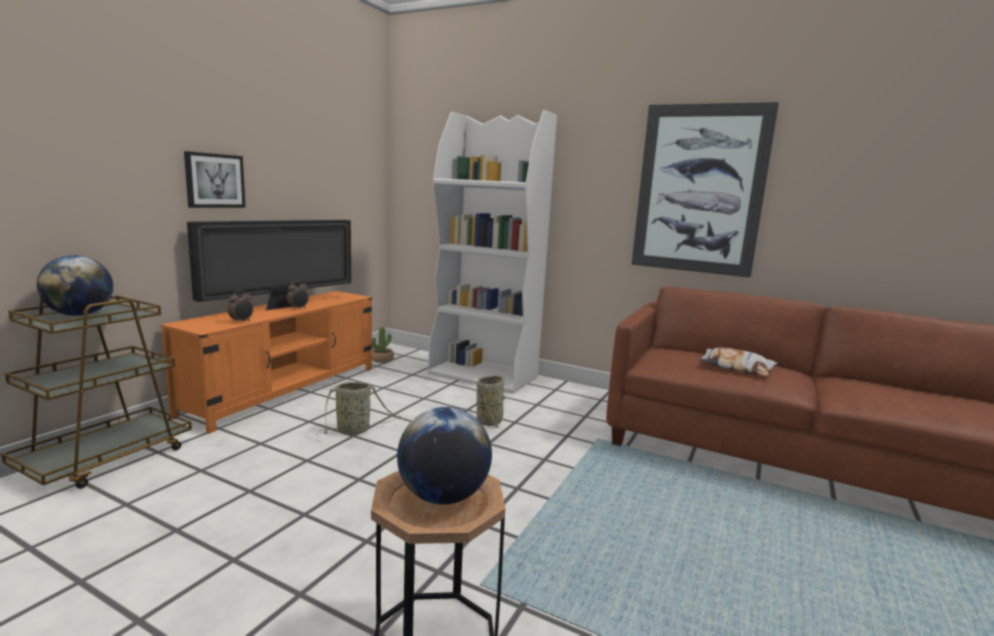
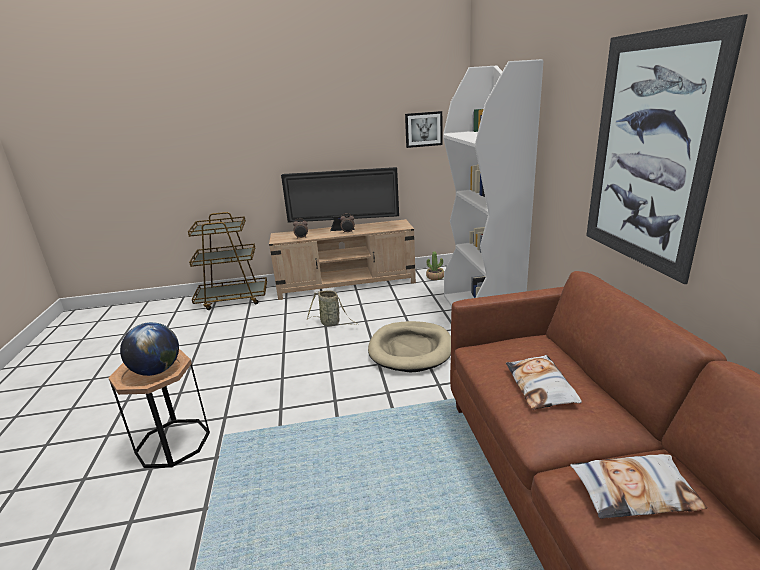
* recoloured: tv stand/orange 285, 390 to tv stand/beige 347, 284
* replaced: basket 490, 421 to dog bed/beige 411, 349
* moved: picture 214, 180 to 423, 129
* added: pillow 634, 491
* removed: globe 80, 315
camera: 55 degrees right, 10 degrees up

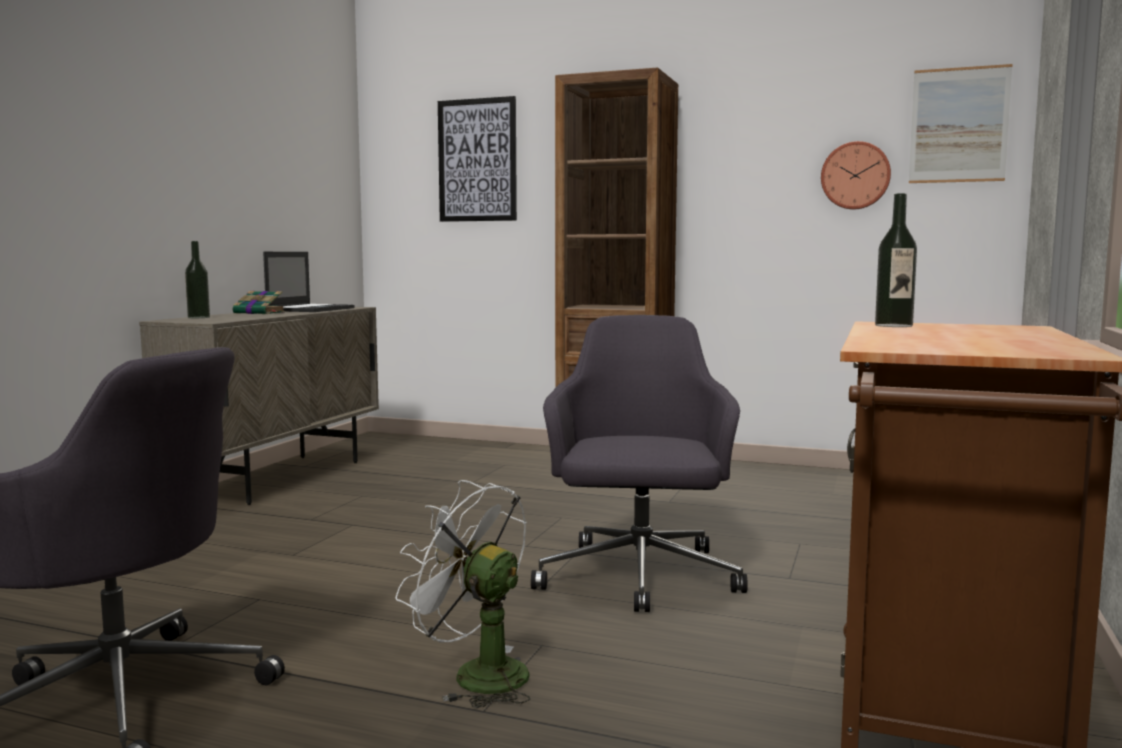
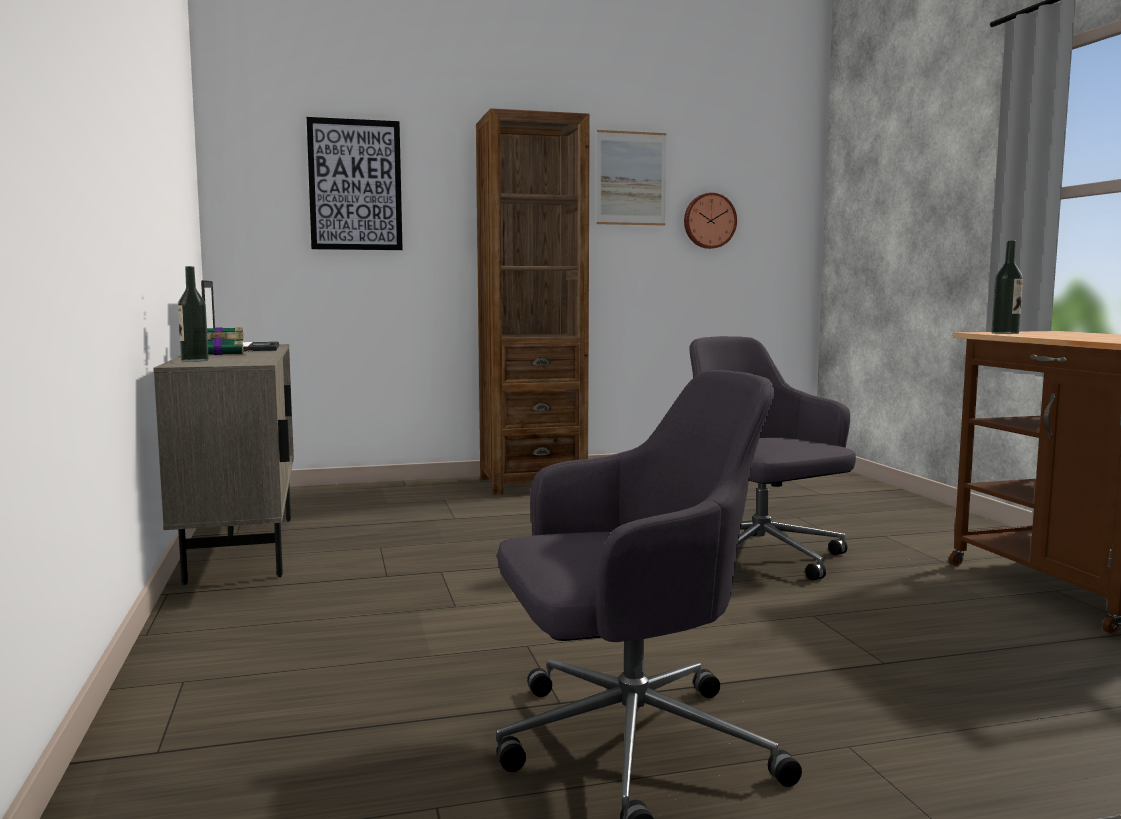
* moved: picture 959, 125 to 631, 178
* removed: fan/white 476, 674
camera: 35 degrees left, 0 degrees up

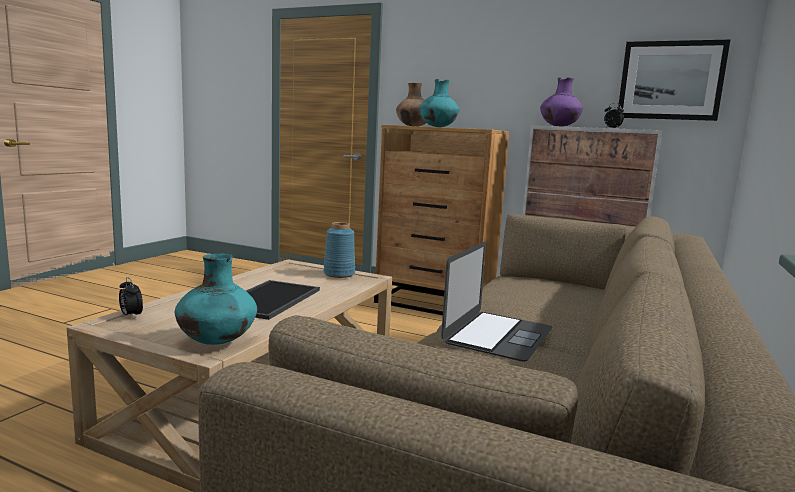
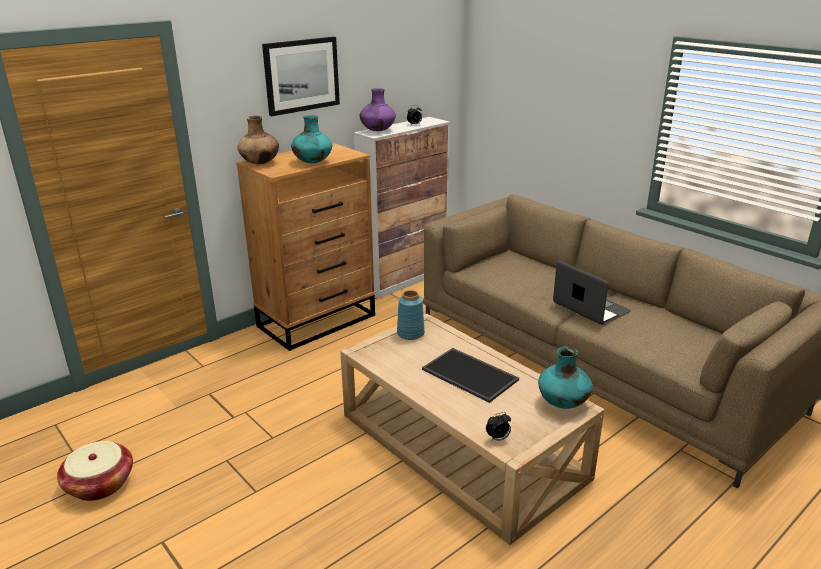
* added: basket 100, 484
* moved: picture 670, 80 to 301, 75
camera: 65 degrees left, 15 degrees up

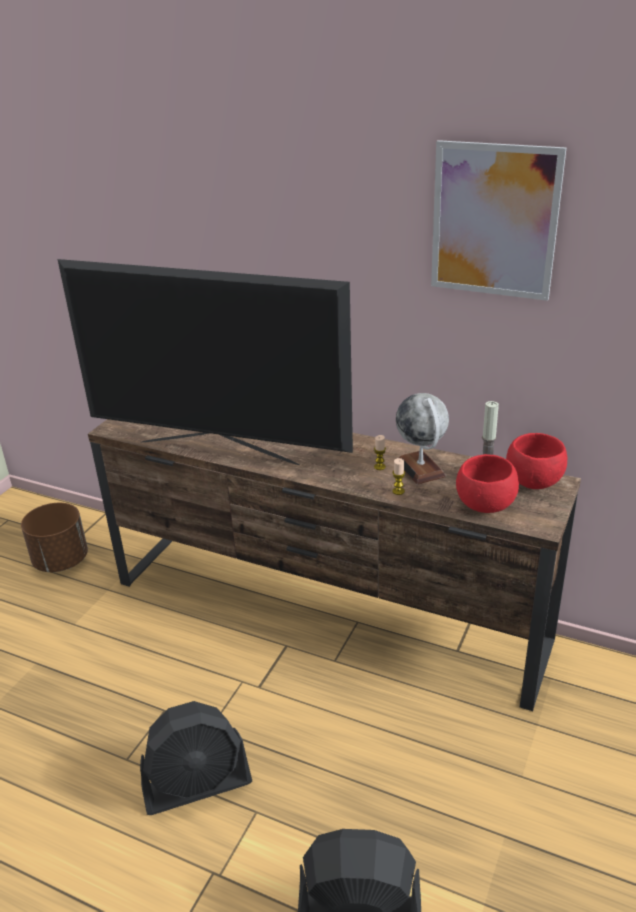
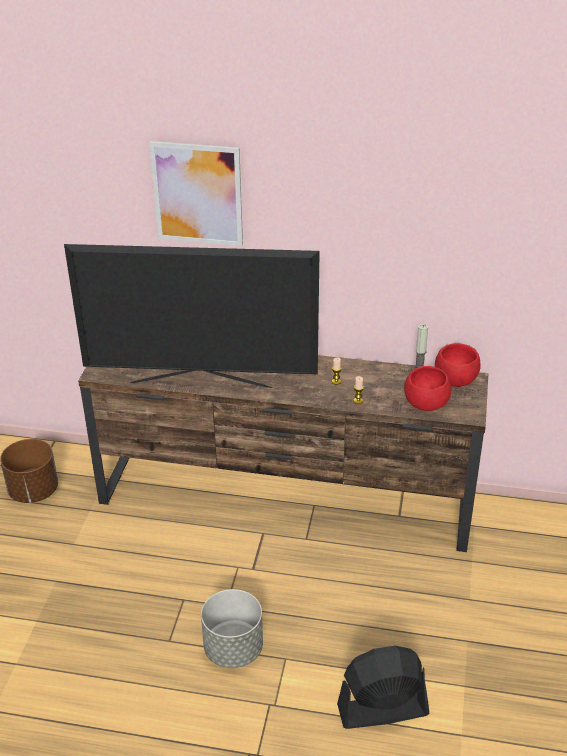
* moved: picture 494, 221 to 197, 194
* replaced: fan/black 197, 785 to planter/grey 233, 649
* removed: globe 420, 468
camera: 15 degrees left, 5 degrees up

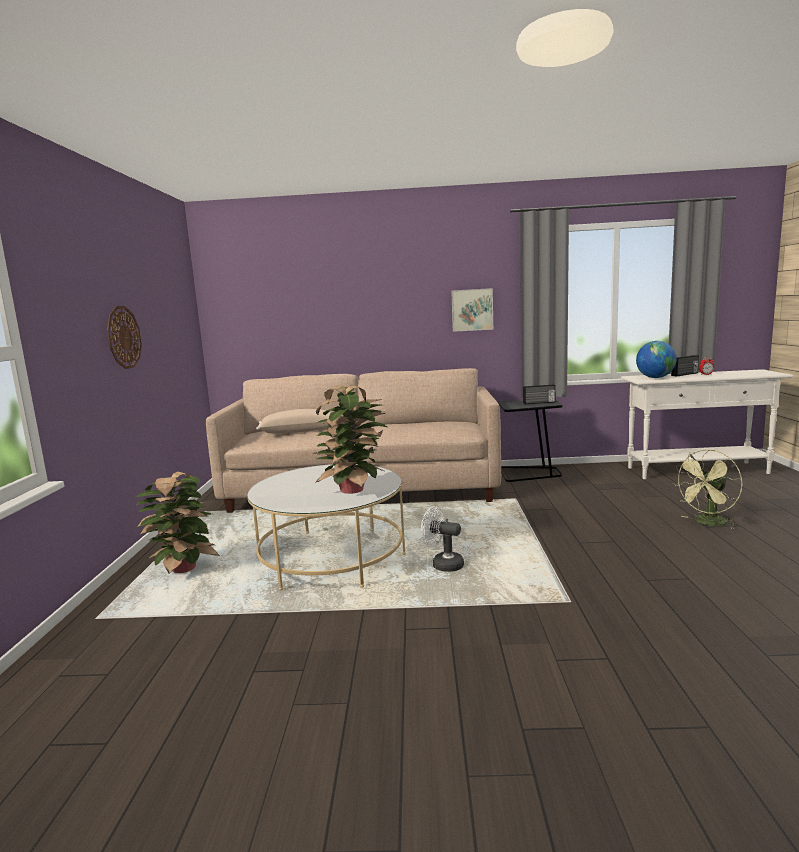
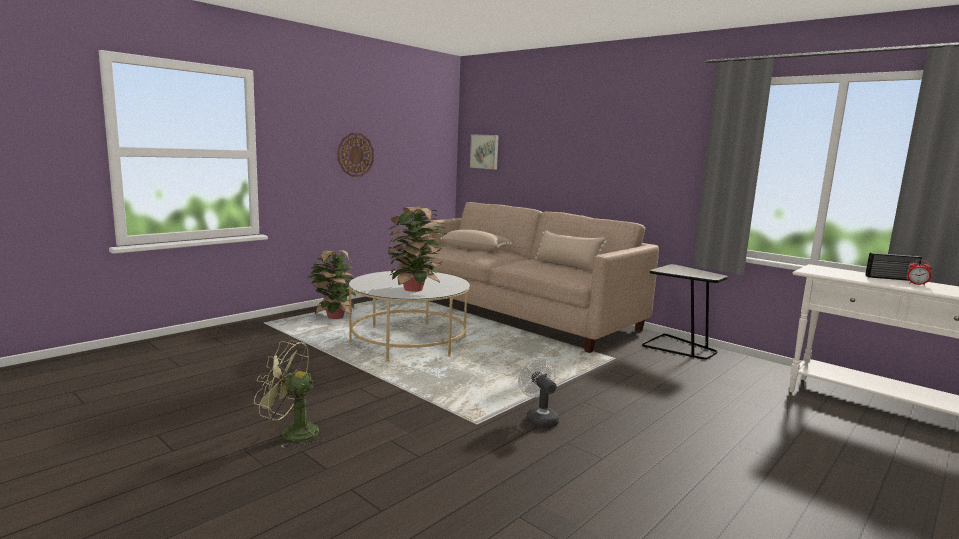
* moved: fan/green 708, 523 to 291, 433
* moved: picture 472, 310 to 485, 151
* moved: fan/white 442, 565 to 539, 419
* added: pillow/beige 567, 265
* removed: radio 539, 403
* removed: globe 655, 378
camera: 40 degrees right, 0 degrees up

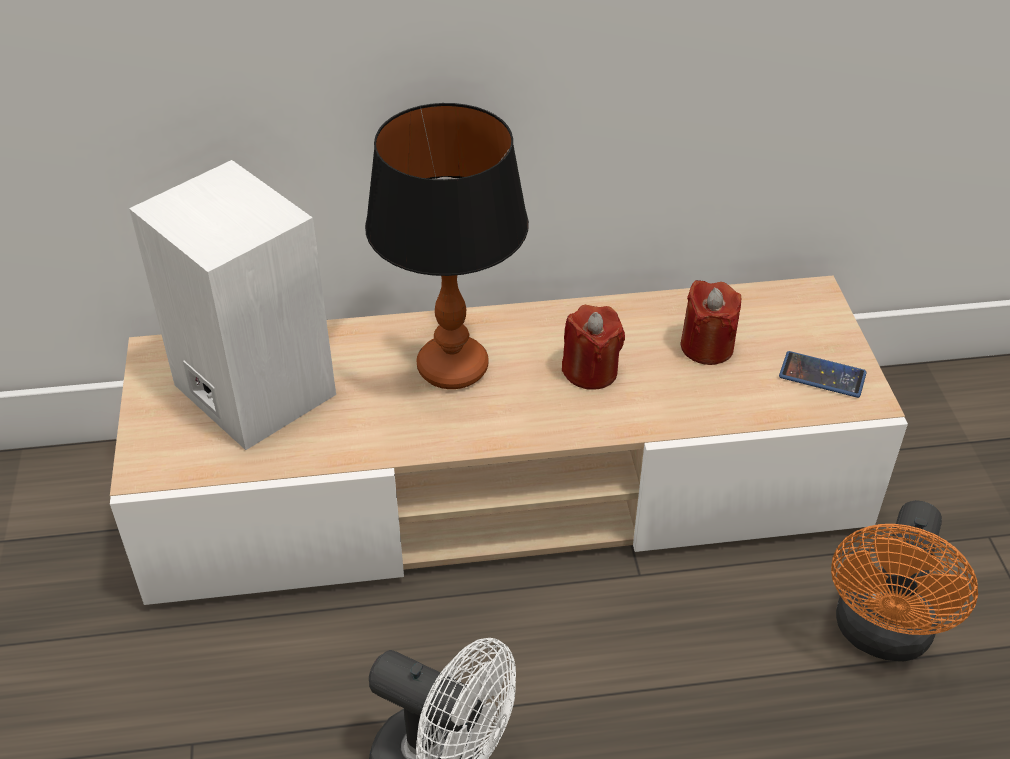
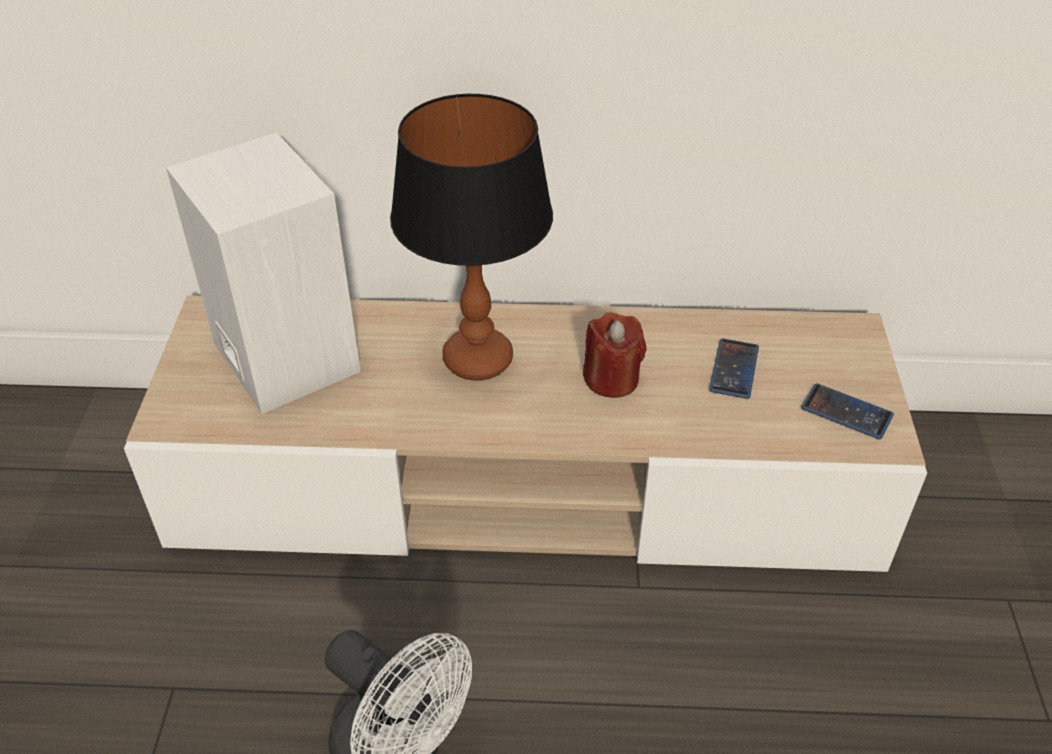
* replaced: candle/red 707, 347 to phone 734, 369
* removed: fan/orange 881, 635
camera: 10 degrees right, 0 degrees up

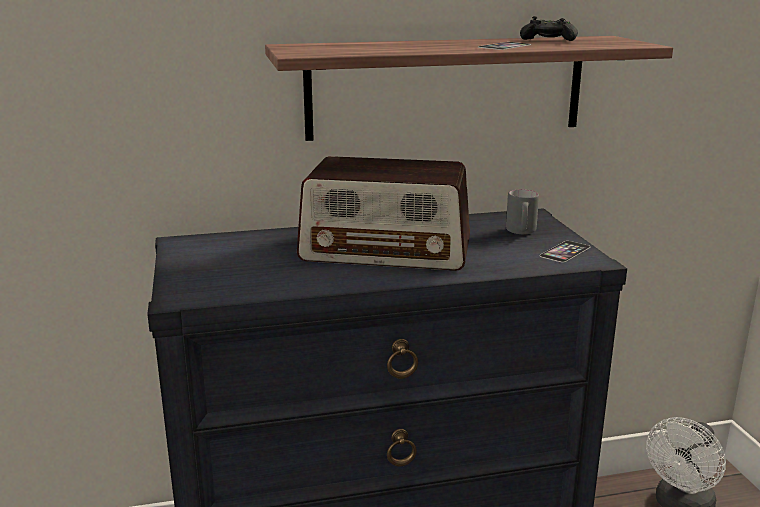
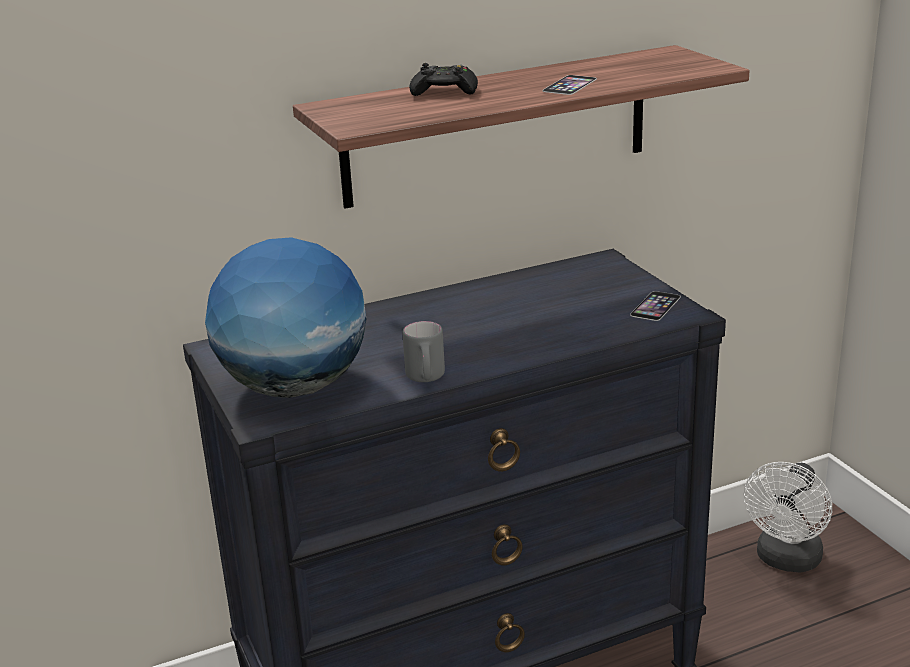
* added: globe 294, 387
* moved: mug/grey 521, 232 to 425, 378
* moved: game controller/black 548, 40 to 444, 91
* removed: radio 387, 250
camera: 10 degrees left, 5 degrees up

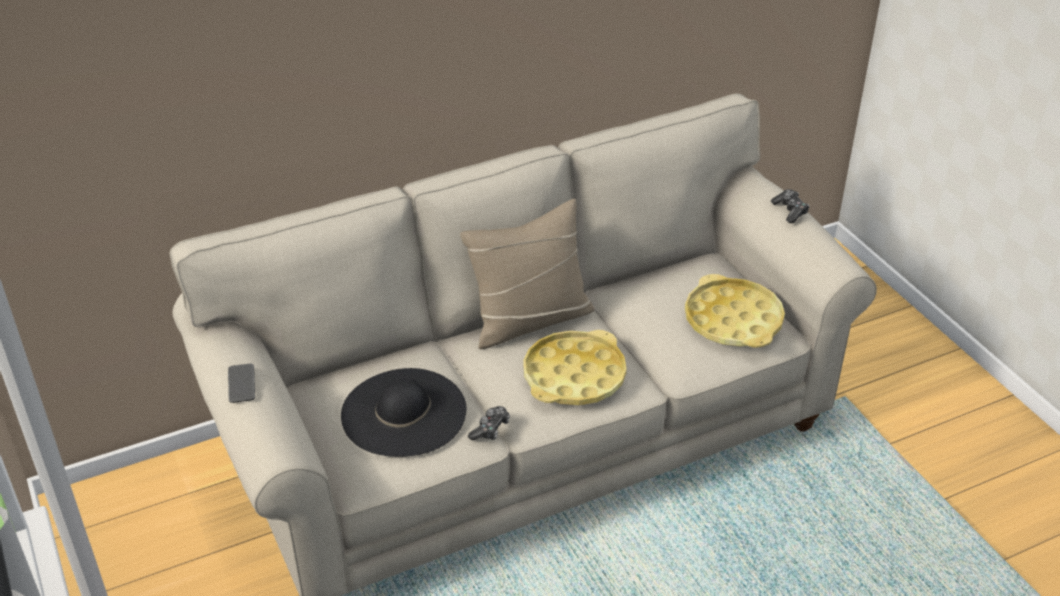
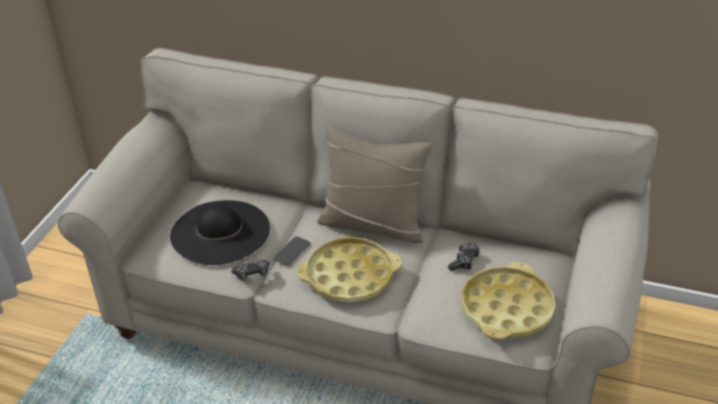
* moved: phone 241, 384 to 292, 251
* moved: game controller 790, 211 to 464, 261
camera: 45 degrees right, 0 degrees up

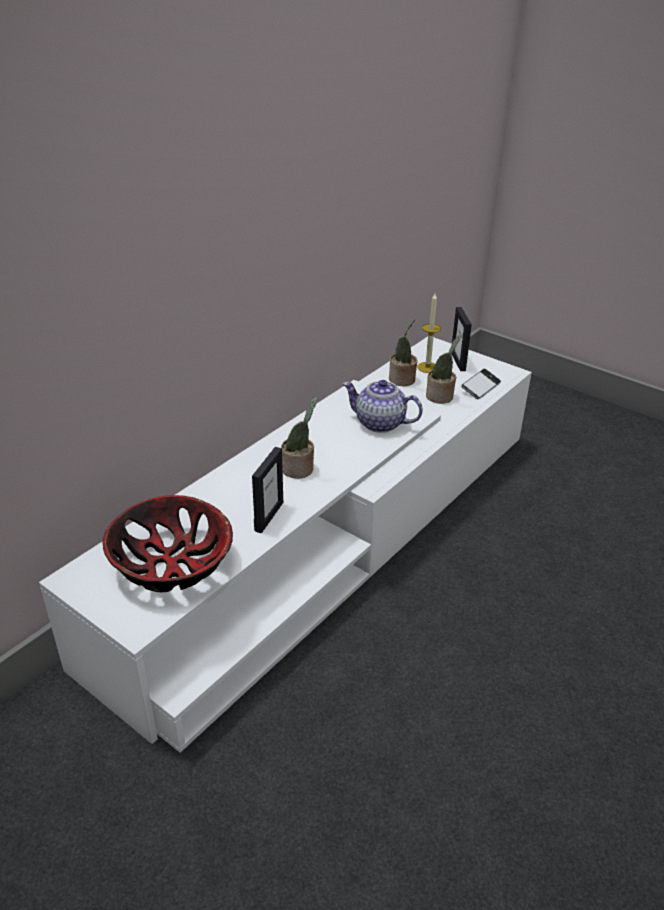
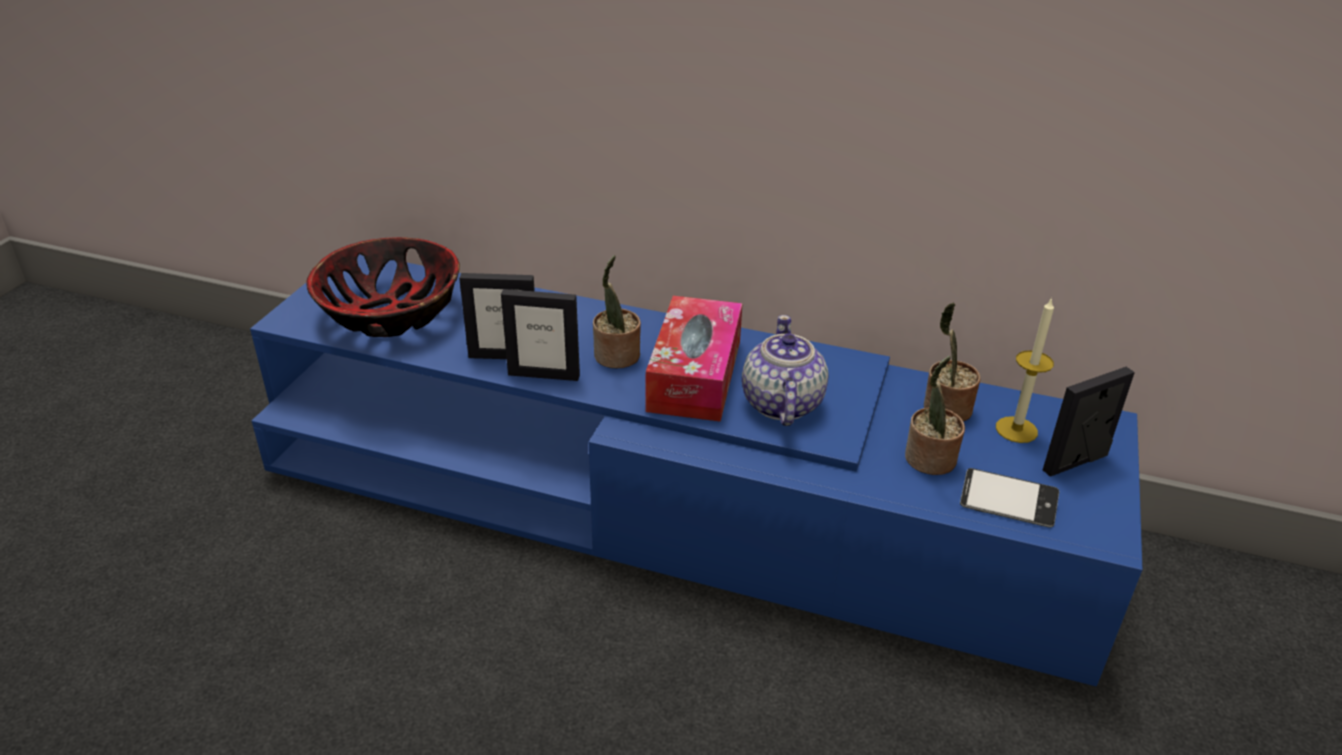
* recoloured: tv stand/white 330, 537 to tv stand/blue 668, 502
* added: picture frame 544, 375
* added: tissue box 694, 375
camera: 70 degrees right, 0 degrees up

